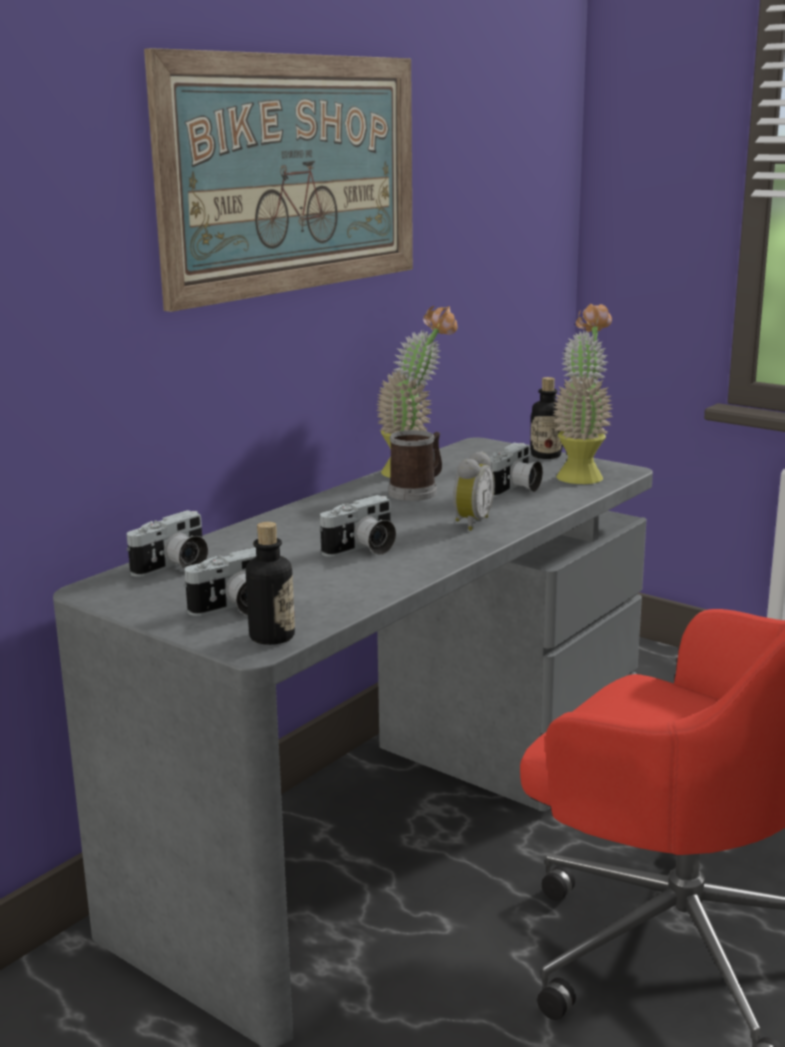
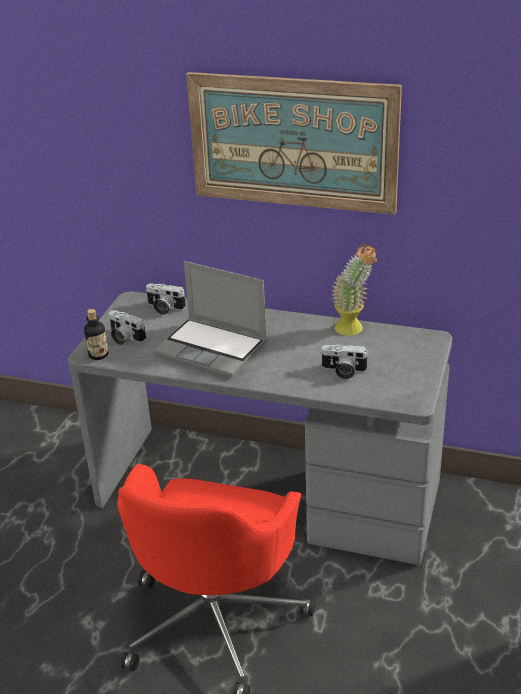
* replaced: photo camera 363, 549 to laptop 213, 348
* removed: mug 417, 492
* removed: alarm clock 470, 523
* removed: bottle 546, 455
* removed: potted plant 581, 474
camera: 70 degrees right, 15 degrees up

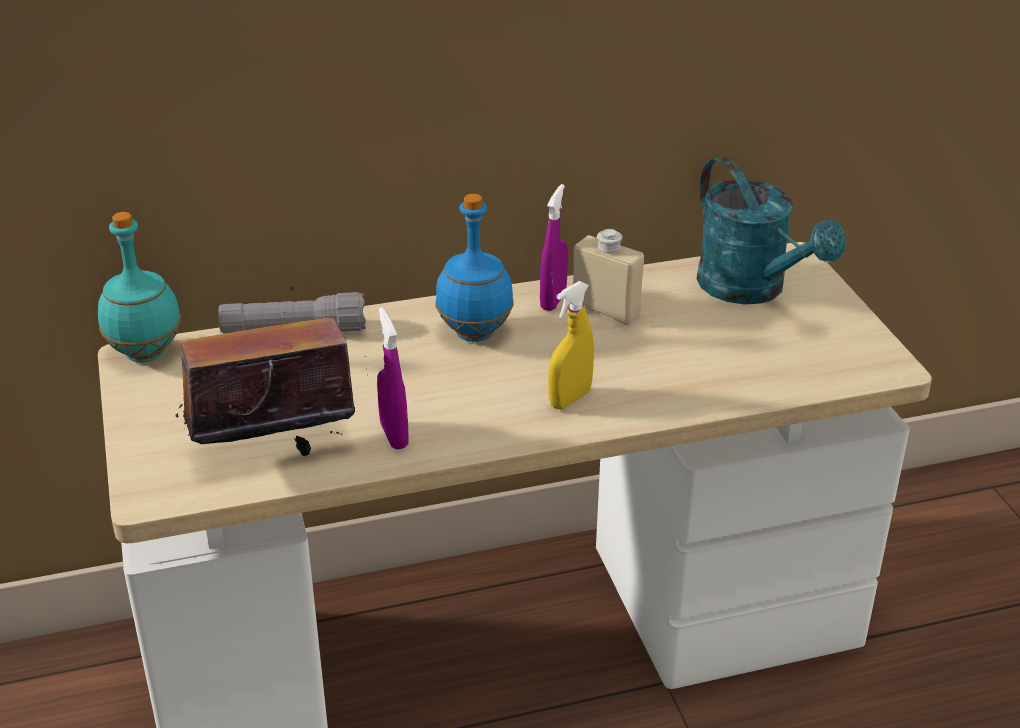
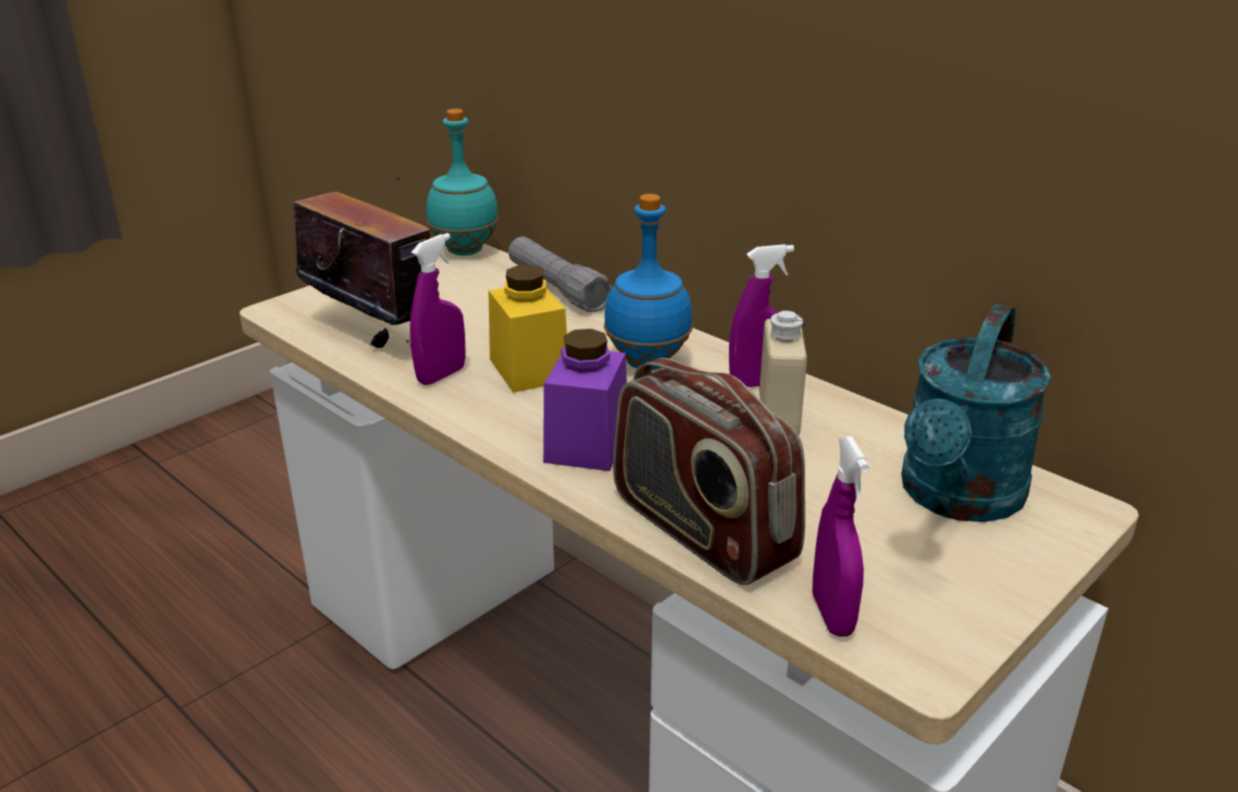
* added: jar/yellow 529, 370
* replaced: spray bottle/yellow 570, 399 to jar/purple 587, 444
* added: radio 701, 530
* added: spray bottle/purple 832, 615
camera: 60 degrees right, 5 degrees down

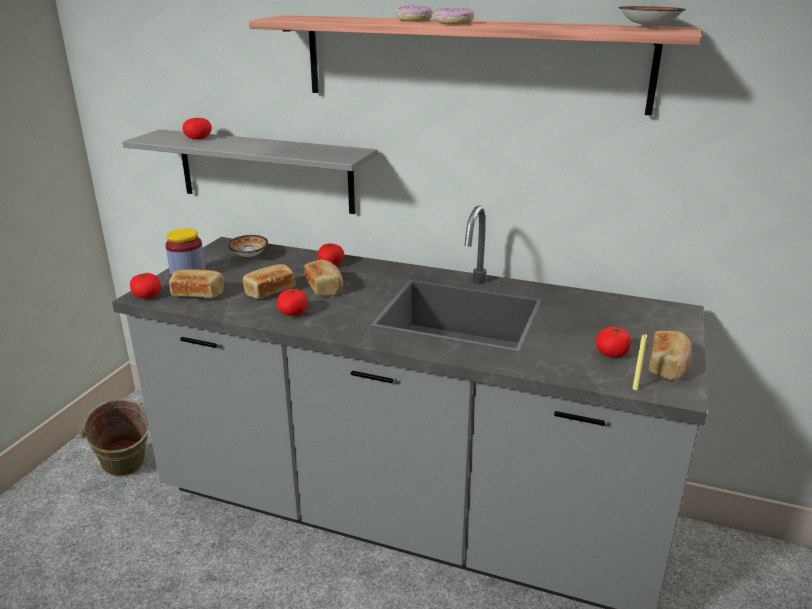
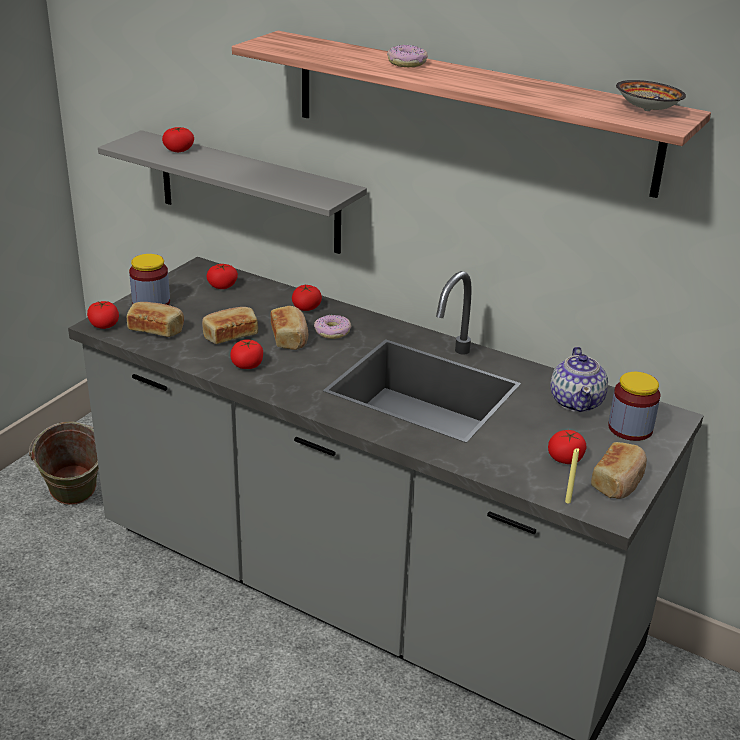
* replaced: bowl 250, 255 to tomato 222, 286
* moved: donut 454, 23 to 332, 332
* added: teapot 577, 402
* added: jar 630, 428
camera: 10 degrees right, 5 degrees up

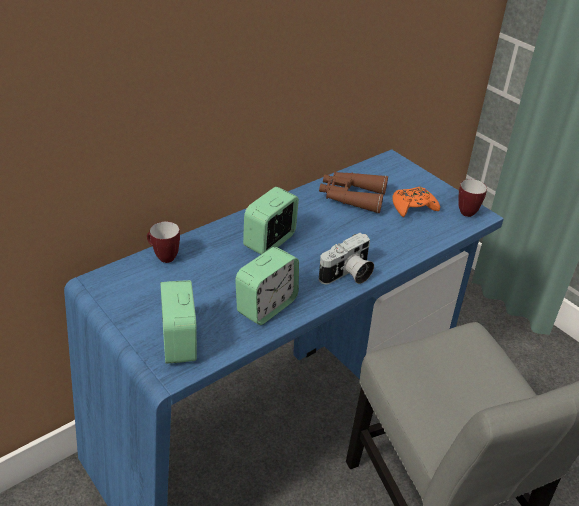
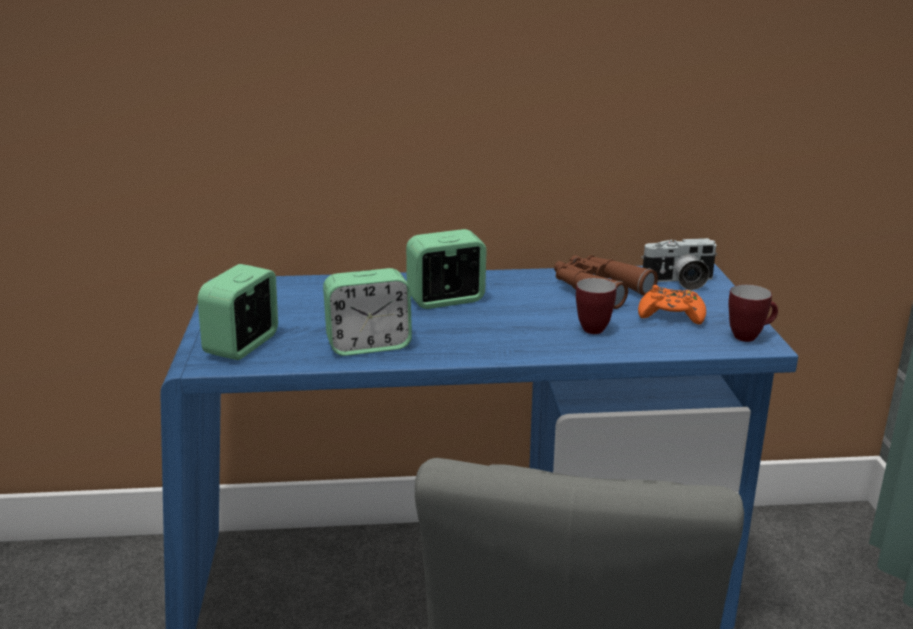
* moved: mug 163, 257 to 589, 328
* moved: photo camera 348, 275 to 680, 282
camera: 35 degrees right, 15 degrees down

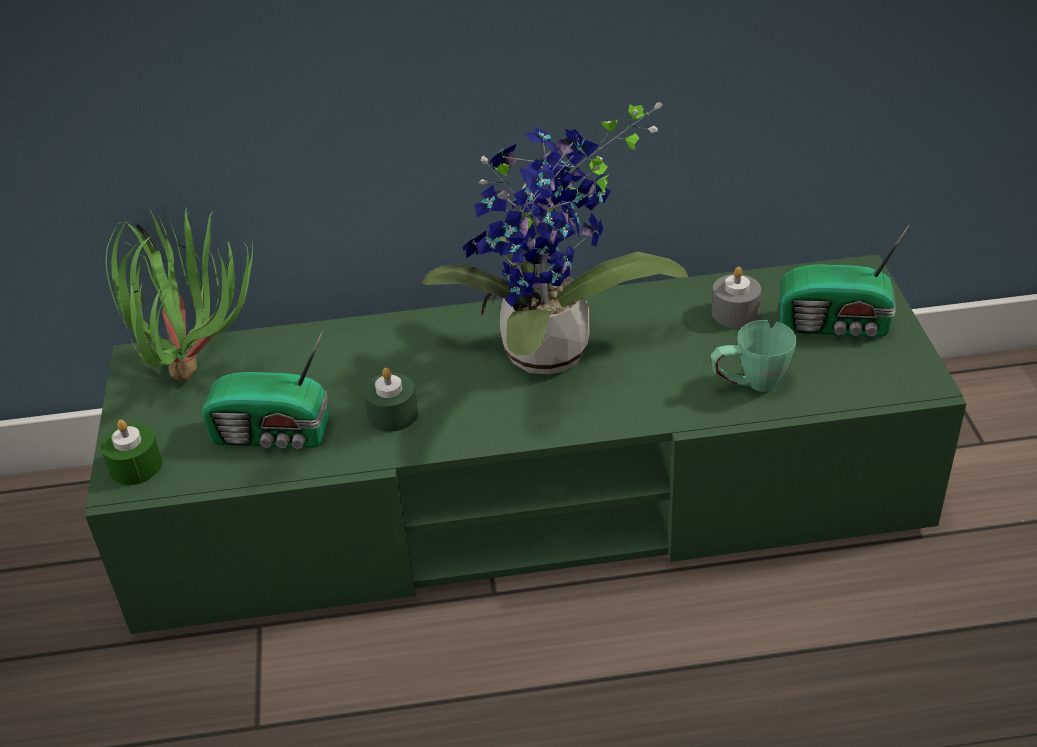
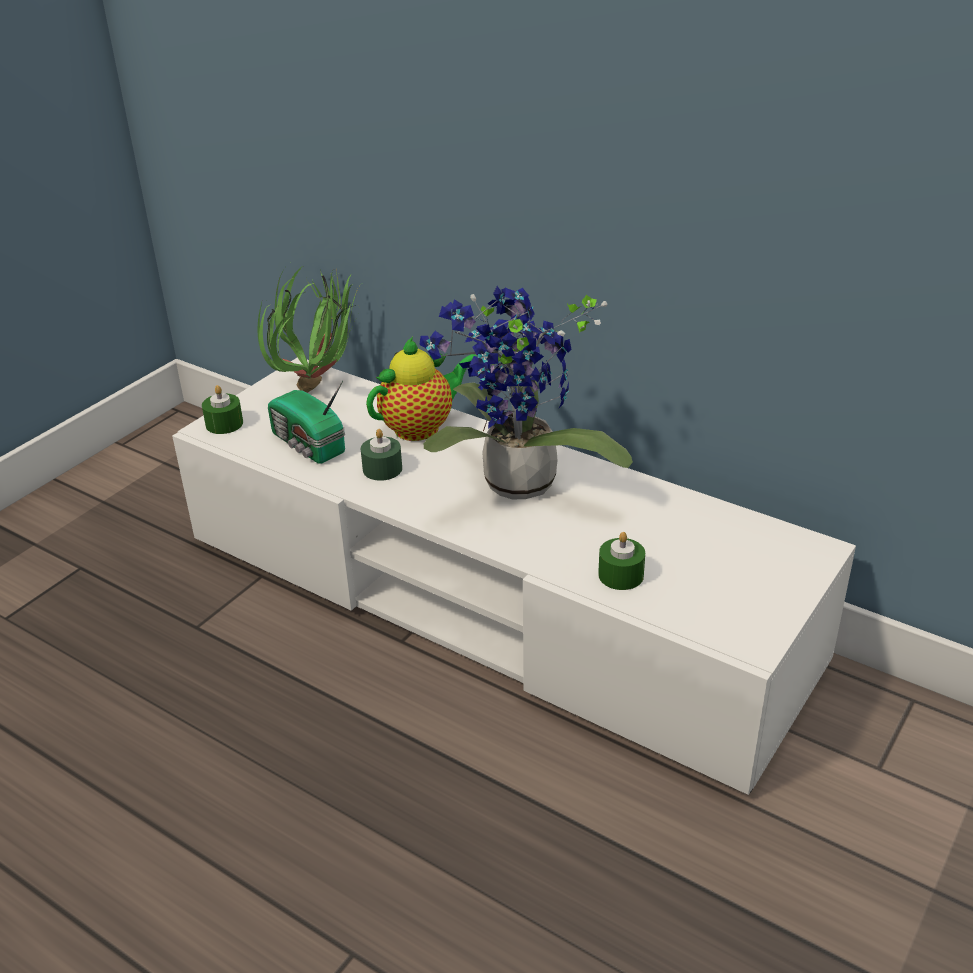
* recoloured: tv stand/green 526, 500 to tv stand/white 489, 600
* added: teapot 421, 427
* replaced: mug/green 749, 385 to candle/green 621, 575
* removed: candle/grey 735, 313
* removed: radio 837, 325
camera: 40 degrees right, 5 degrees down

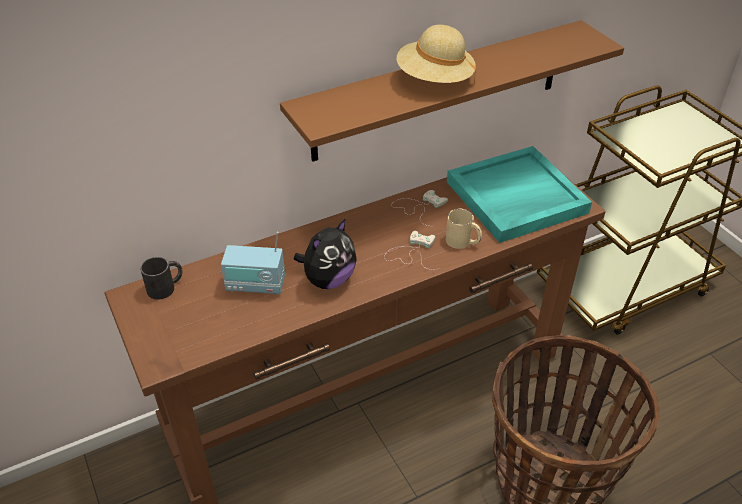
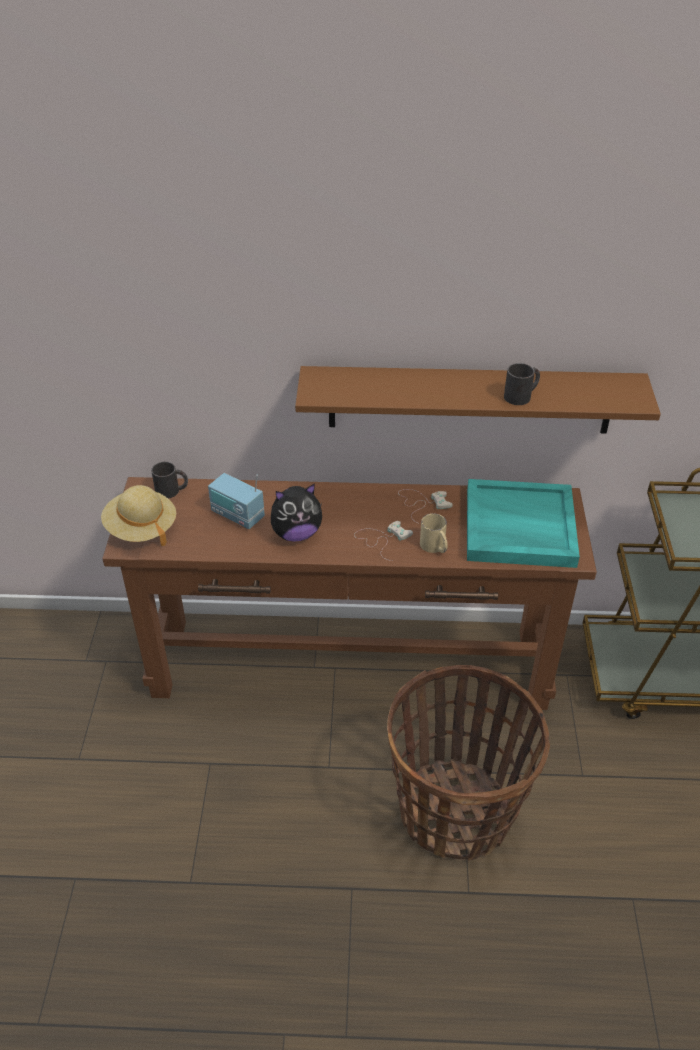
* moved: hat/beige 434, 79 to 141, 528
* added: mug/black 521, 395
camera: 30 degrees right, 0 degrees up

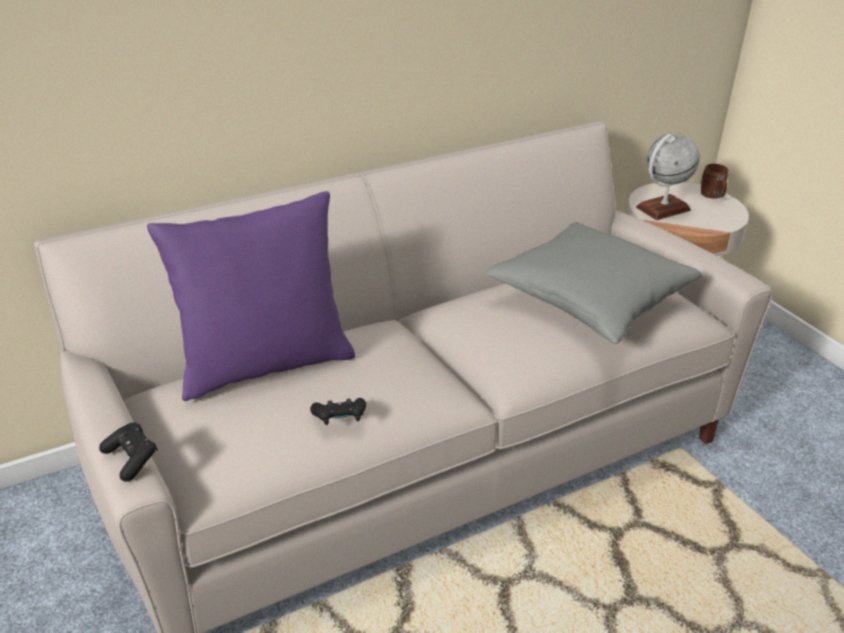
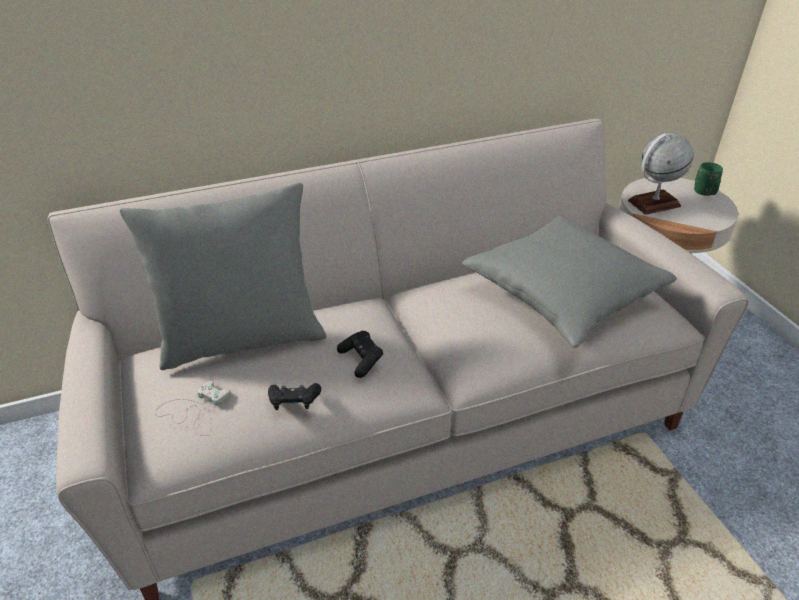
* recoloured: pillow/purple 263, 365 to pillow/grey 242, 339
* added: game controller/white 193, 409
* moved: game controller/black 131, 459 to 361, 360
* recoloured: mug/brown 713, 196 to mug/green 705, 193
camera: 10 degrees right, 5 degrees up

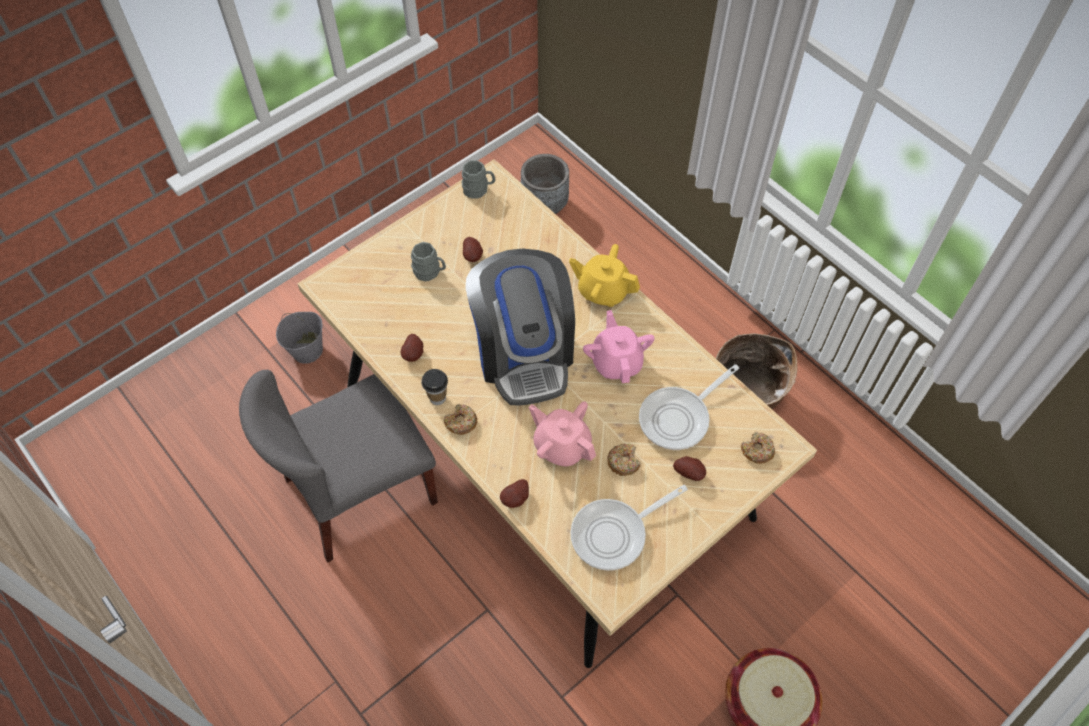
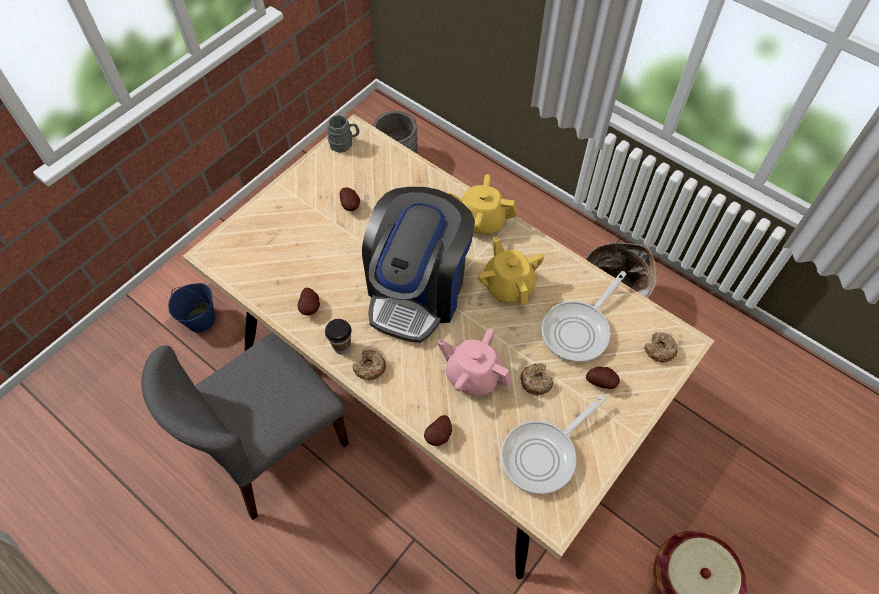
* recoloured: bucket/grey 307, 350 to bucket/blue 201, 319
* turned: coffee machine 524, 352 = 418, 289 45 degrees clockwise
* recoloured: teapot/pink 616, 362 to teapot/yellow 508, 285
* removed: mug/grey 430, 272
camera: 10 degrees left, 0 degrees up

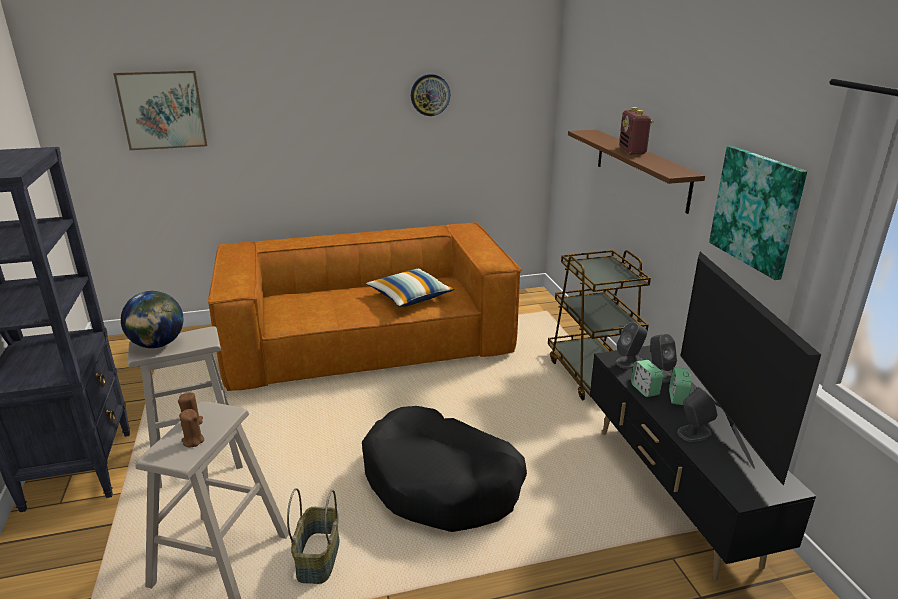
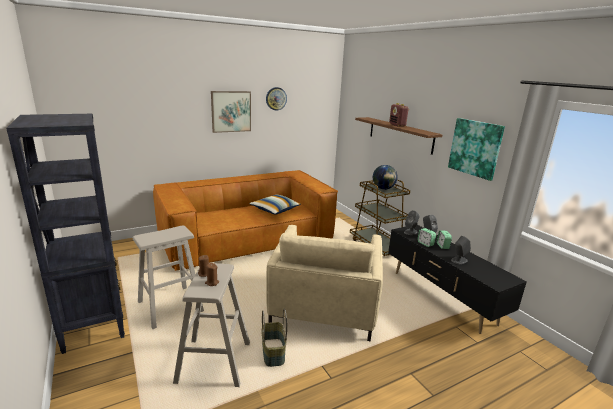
* moved: picture 162, 110 to 231, 111
* replaced: dog bed/black 442, 483 to armchair/beige 324, 306
* moved: globe 158, 345 to 383, 189
* removed: television 723, 424
camera: 15 degrees left, 5 degrees down

